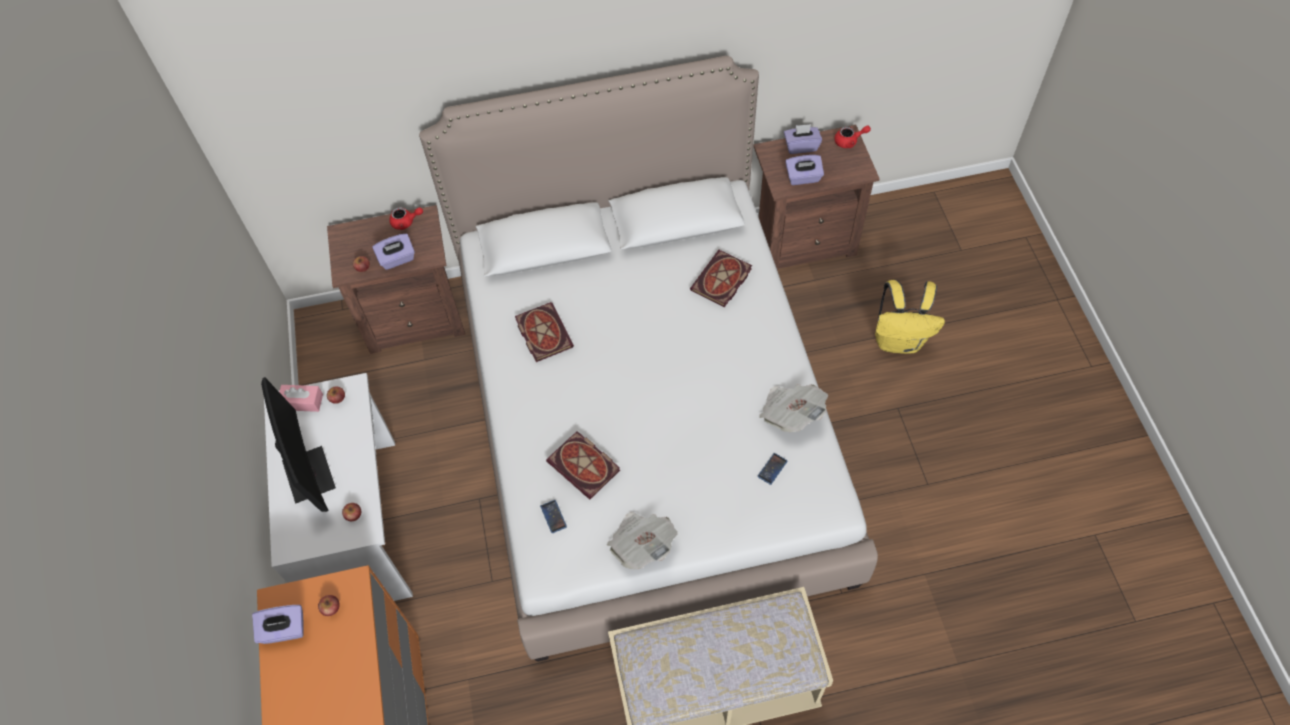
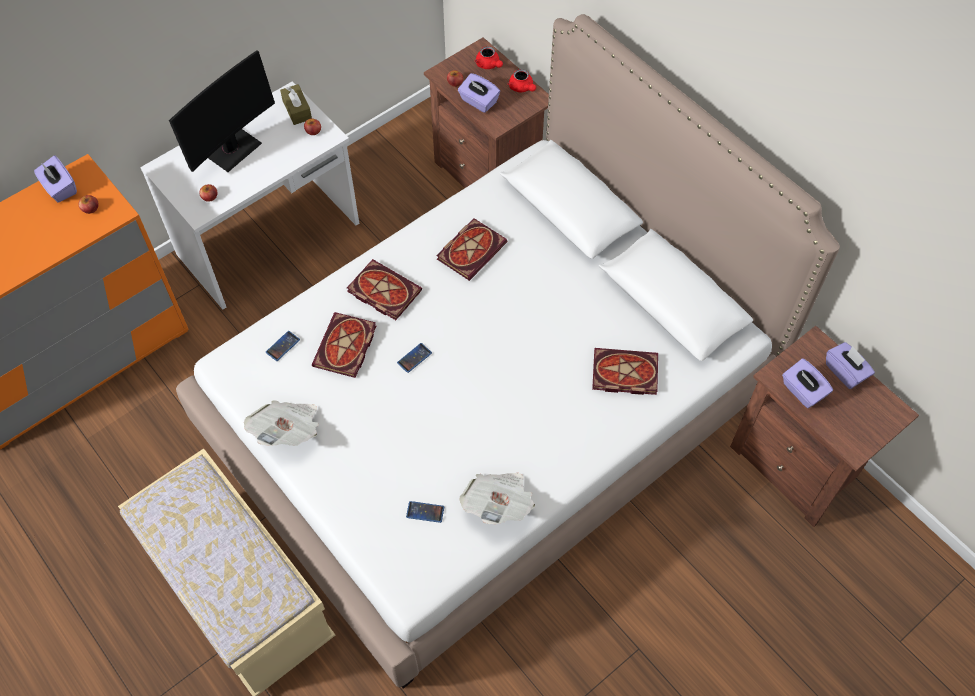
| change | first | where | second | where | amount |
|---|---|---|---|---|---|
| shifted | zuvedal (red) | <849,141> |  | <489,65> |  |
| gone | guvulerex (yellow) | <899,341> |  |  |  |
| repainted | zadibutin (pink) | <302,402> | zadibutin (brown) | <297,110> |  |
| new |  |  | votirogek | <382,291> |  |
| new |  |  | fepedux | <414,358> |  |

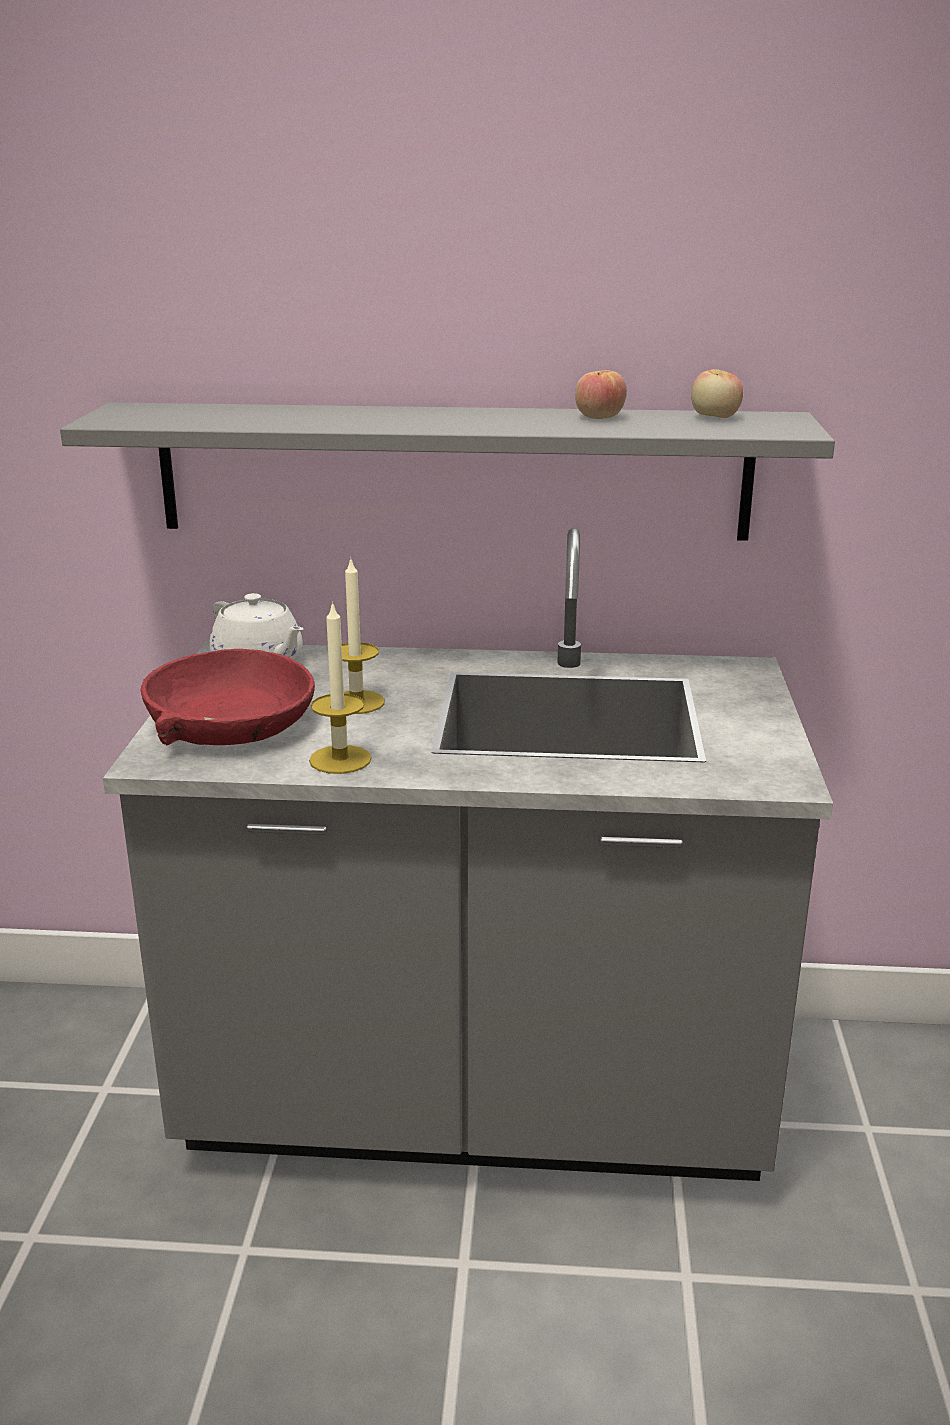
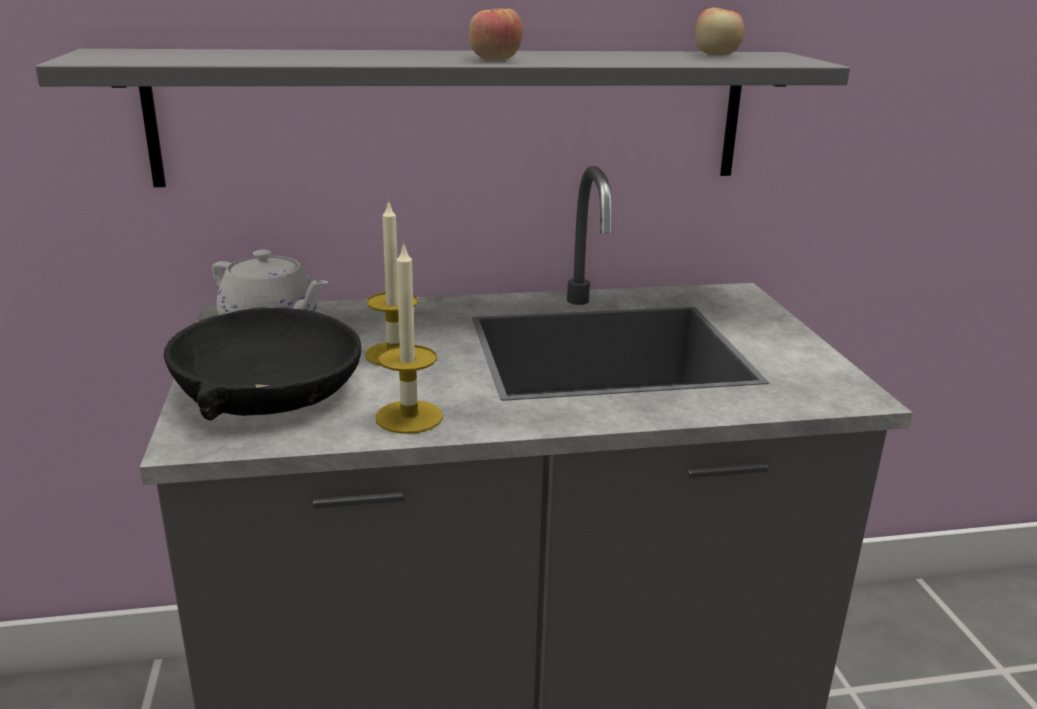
| change | first | where | second | where | amount |
|---|---|---|---|---|---|
| shifted | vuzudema | <599,417> |  | <494,59> |  |
| repainted | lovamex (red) | <231,723> | lovamex (black) | <269,388> |  |

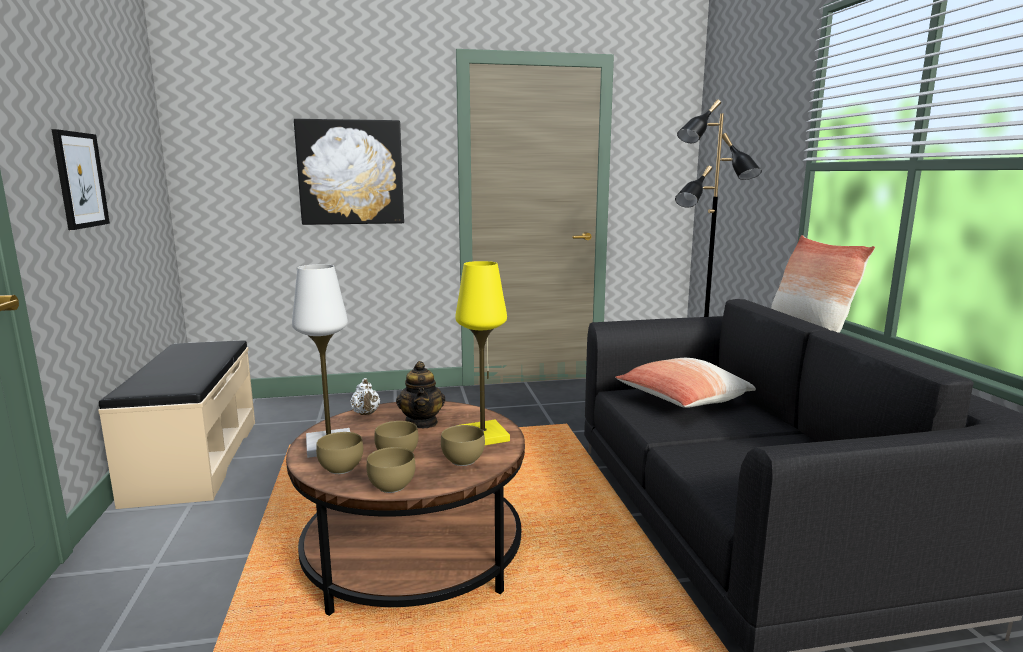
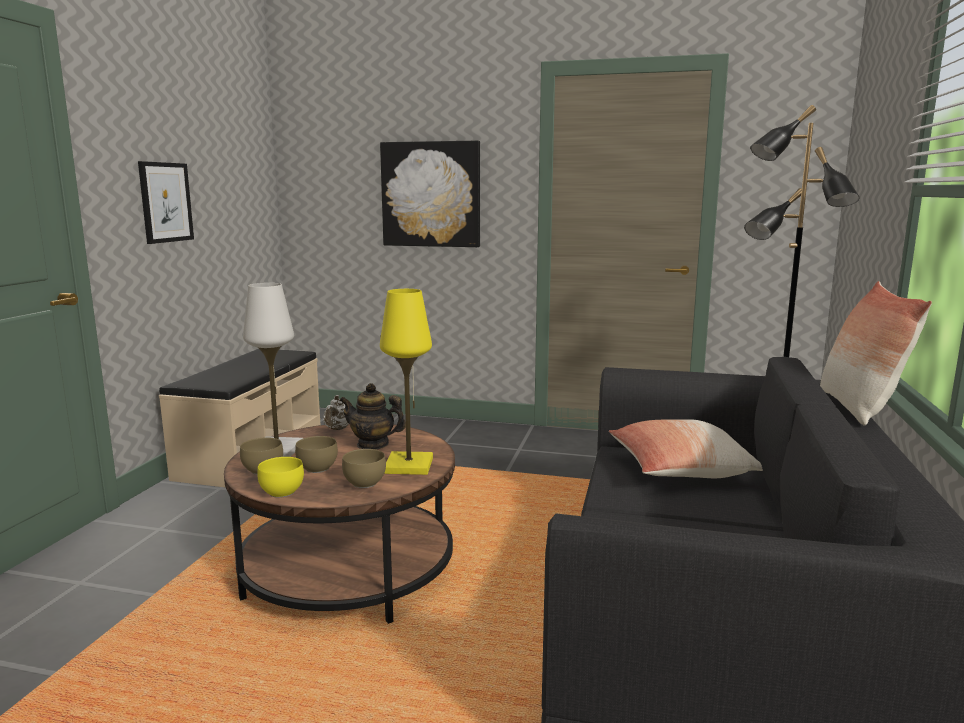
| change | first | where | second | where | amount |
|---|---|---|---|---|---|
| rotated | zuvedal | <422,422> |  | <373,444> | 90 degrees clockwise |
| repainted | lovamex (brown) | <393,487> | lovamex (yellow) | <282,493> |  |

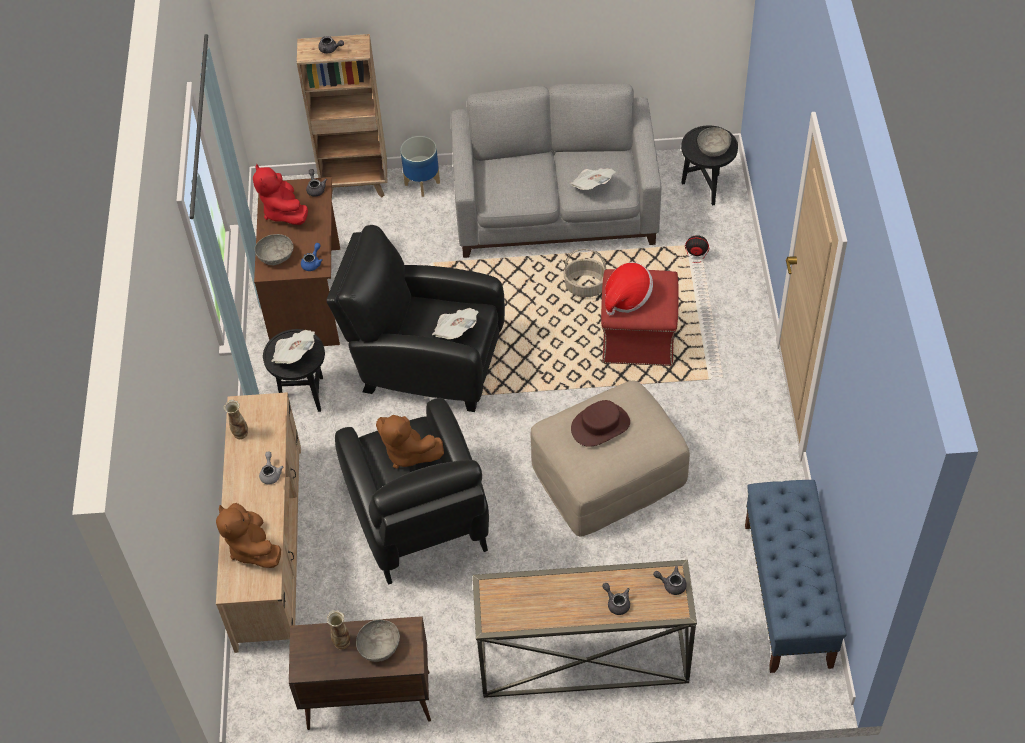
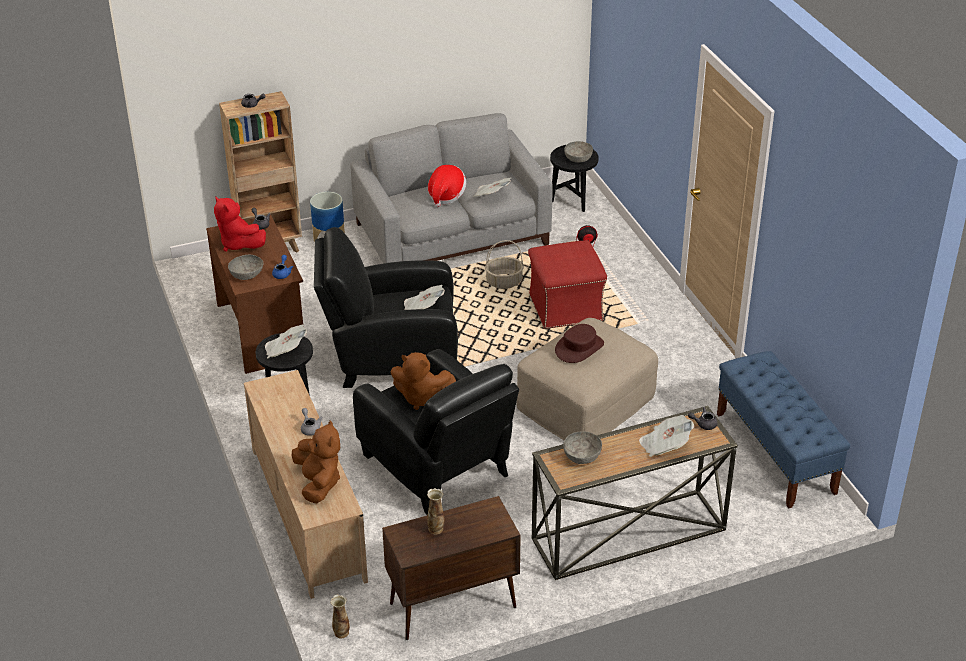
| change | first | where | second | where | amount |
|---|---|---|---|---|---|
| shifted | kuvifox | <627,298> |  | <446,195> |  |
| shifted | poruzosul | <240,433> |  | <341,633> |  |
| rotated | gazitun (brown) | <252,548> |  | <318,483> | 150 degrees counterclockwise |
| swapped | zuvedal (grey) | <616,603> | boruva | <664,446> |  |
| shifted | lovamex (grey) | <379,647> |  | <582,456> |  |

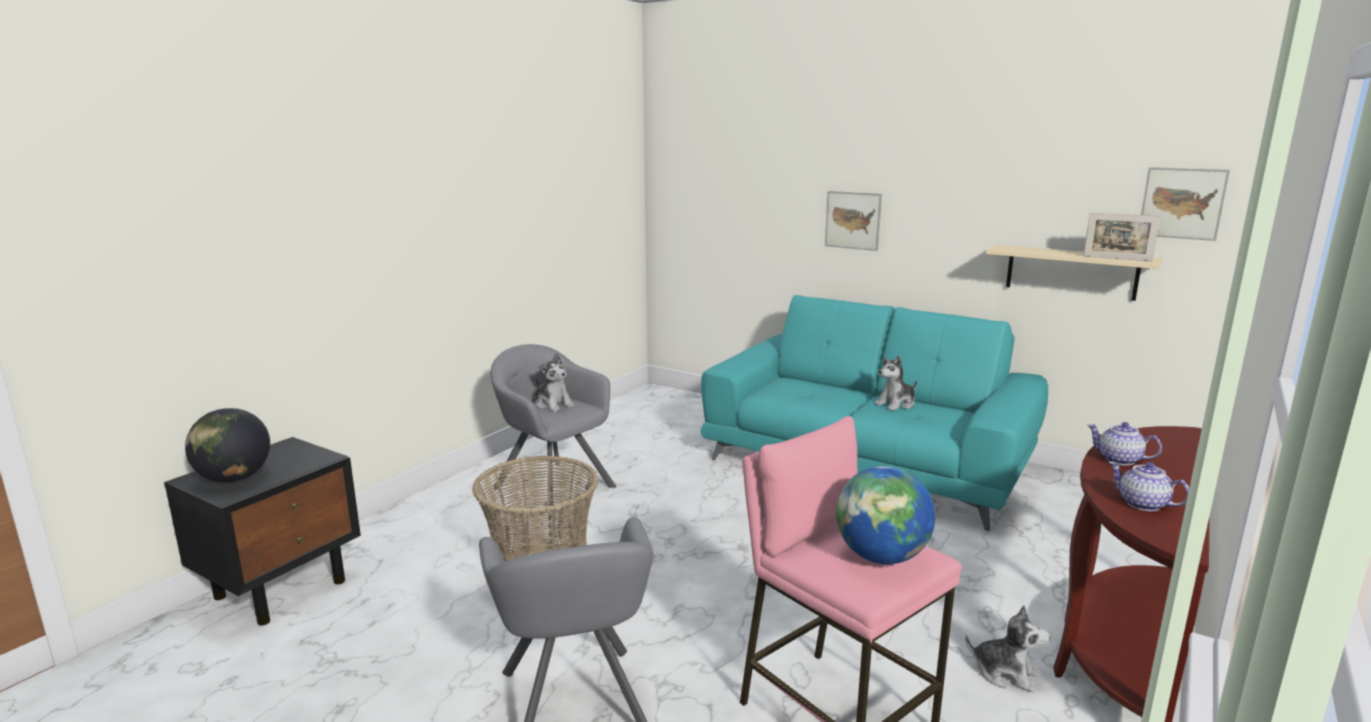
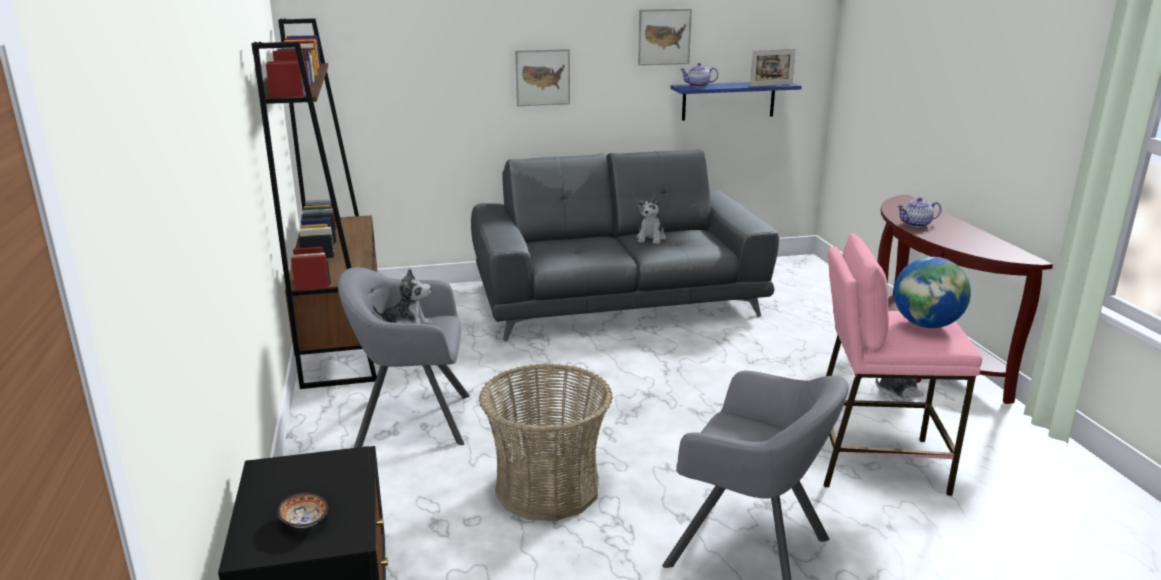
| change | first | where | second | where | amount |
|---|---|---|---|---|---|
| shifted | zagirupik | <1182,203> |  | <664,37> |  |
| repainted | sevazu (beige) | <1071,272> | sevazu (blue) | <728,100> |  |
| repainted | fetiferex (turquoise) | <867,463> | fetiferex (grey) | <617,299> |  |
| swapped | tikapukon | <234,478> | lovamex | <304,523> |  |
| shifted | zuvedal | <1142,504> |  | <698,86> |  |
| new |  |  | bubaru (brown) | <342,335> |  |

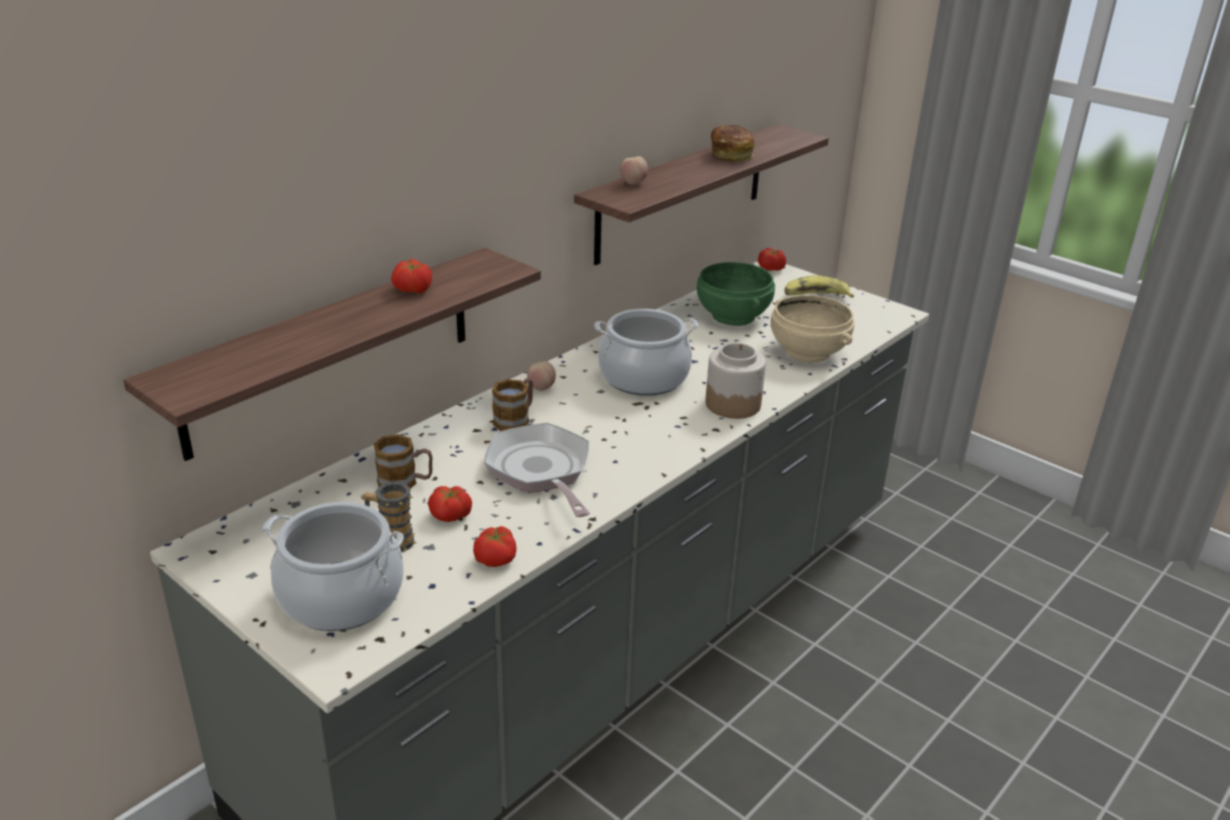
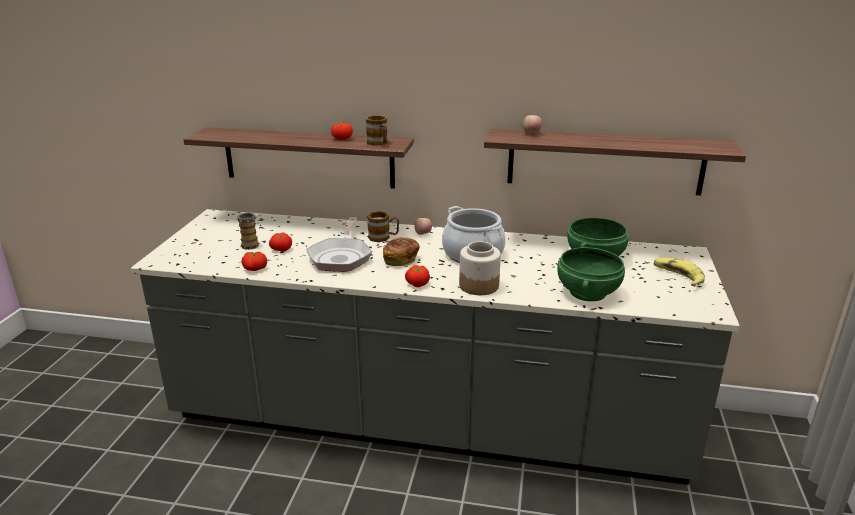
| change | first | where | second | where | amount |
|---|---|---|---|---|---|
| shifted | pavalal | <731,155> |  | <401,260> |  |
| shifted | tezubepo | <770,268> |  | <417,284> |  |
| repainted | lovamex (beige) | <807,352> | lovamex (green) | <586,292> |  |
| rotated | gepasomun | <541,472> |  | <341,257> | 150 degrees clockwise |
| shifted | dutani | <405,482> |  | <379,143> |  |
| gone | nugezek | <341,596> |  |  |  |

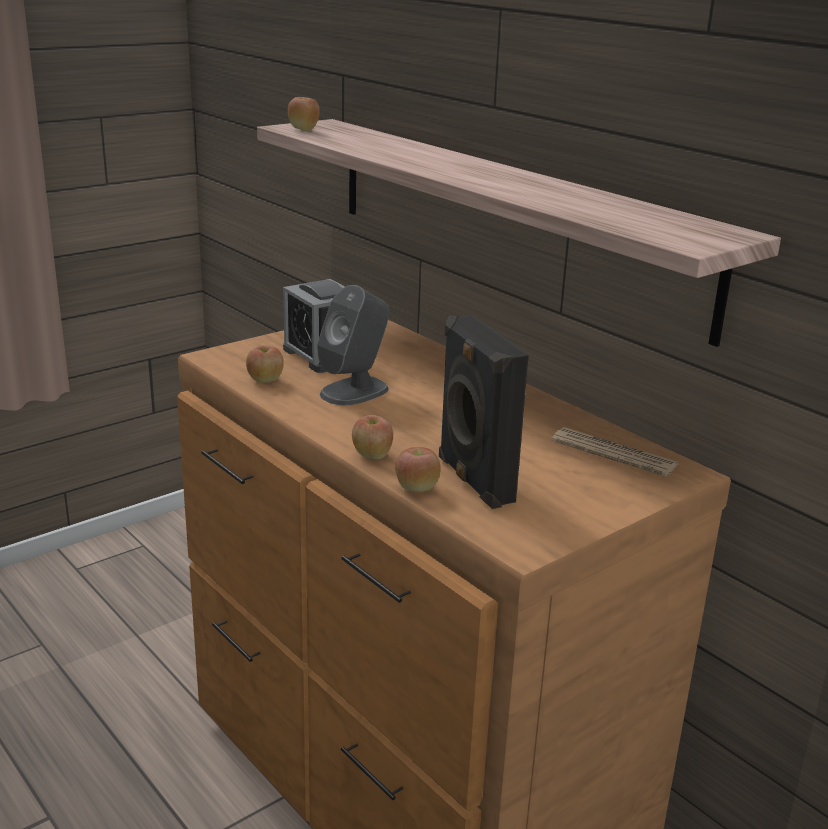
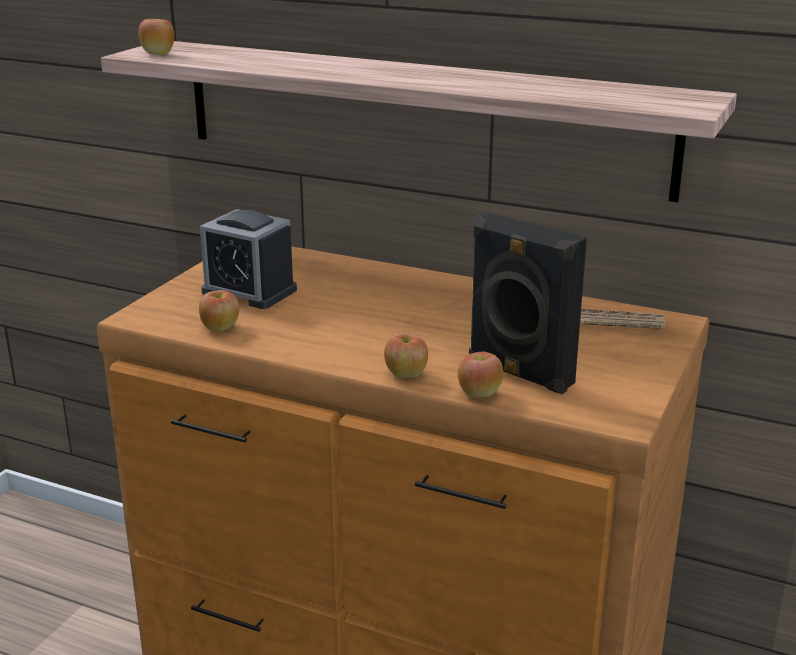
| change | first | where | second | where | amount |
|---|---|---|---|---|---|
| gone | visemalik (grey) | <355,391> |  |  |  |

